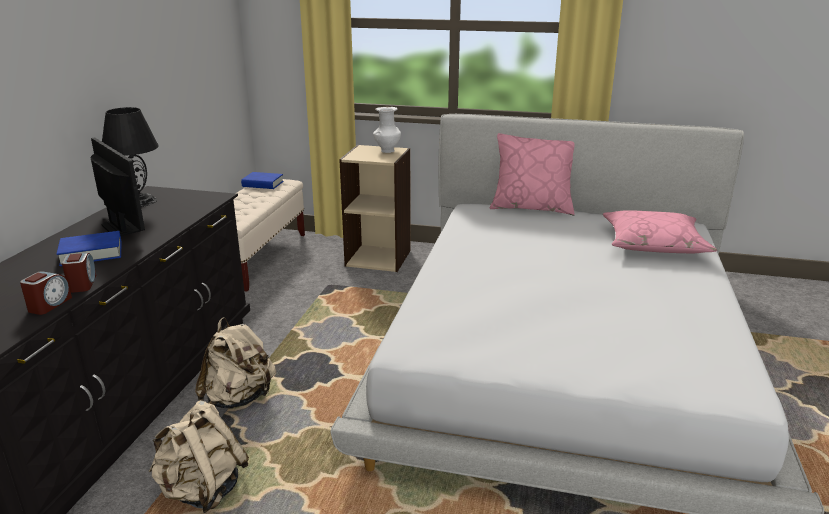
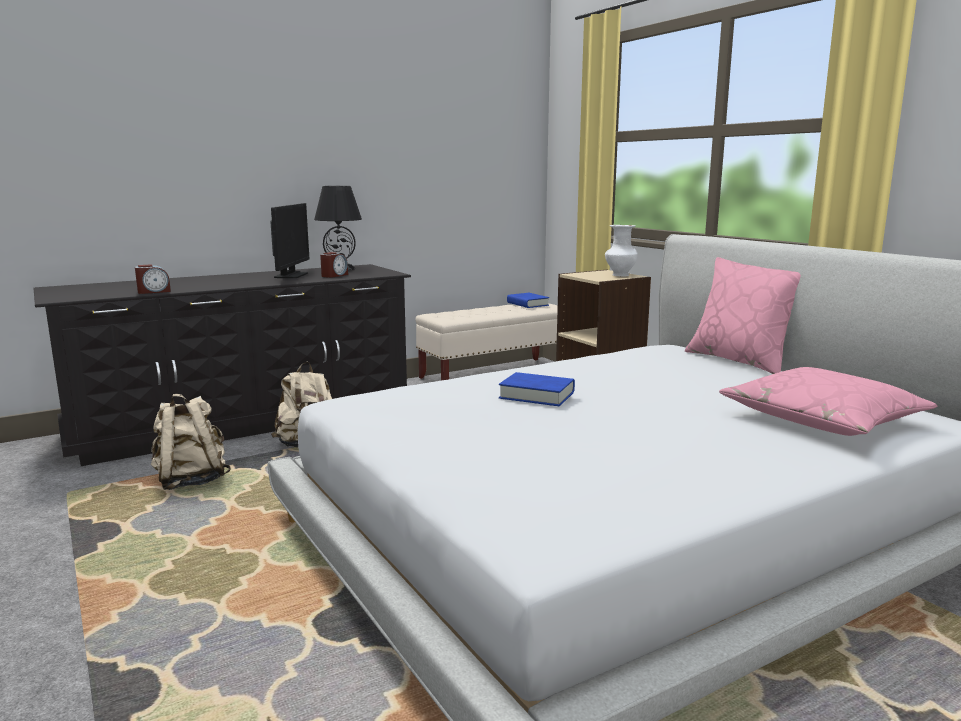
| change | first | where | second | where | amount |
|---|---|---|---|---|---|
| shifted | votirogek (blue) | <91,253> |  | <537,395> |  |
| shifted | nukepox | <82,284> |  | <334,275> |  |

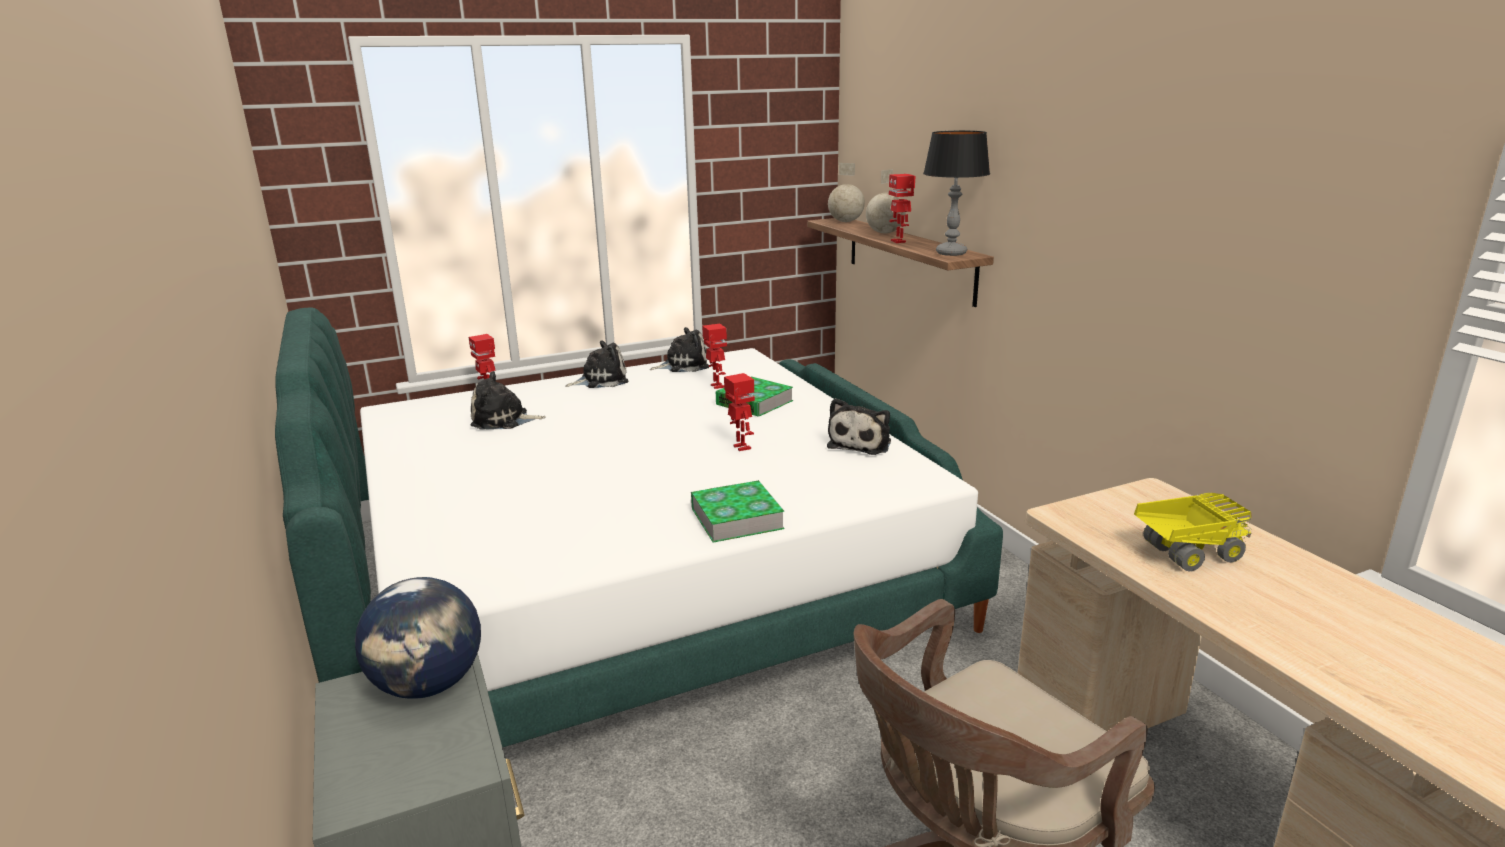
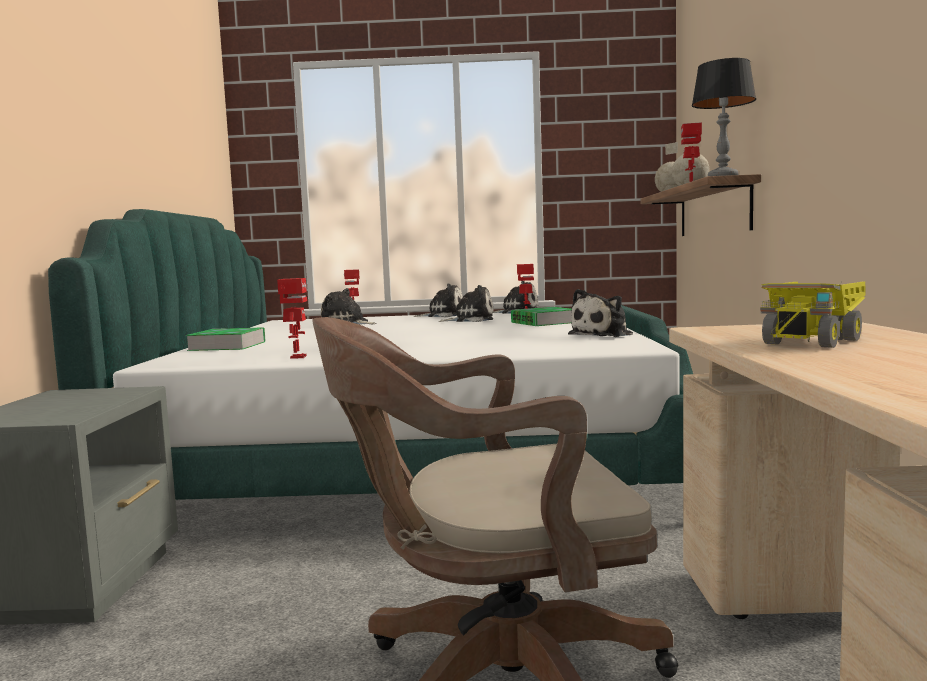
| change | first | where | second | where | amount |
|---|---|---|---|---|---|
| shifted | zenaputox | <741,447> |  | <297,357> |  |
| shifted | votirogek | <736,518> |  | <227,346> |  |
| rotated | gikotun | <1186,553> |  | <812,341> | 120 degrees clockwise |
| gone | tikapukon | <428,685> |  |  |  |
| new |  |  | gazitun | <471,320> |  |

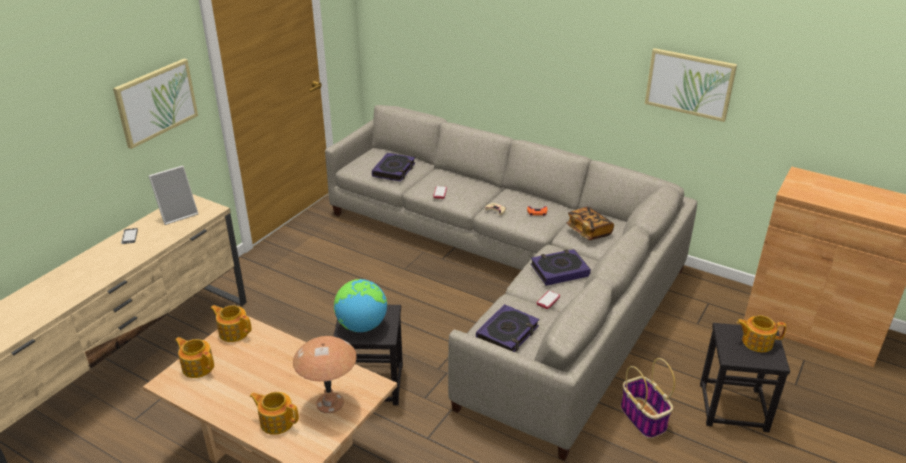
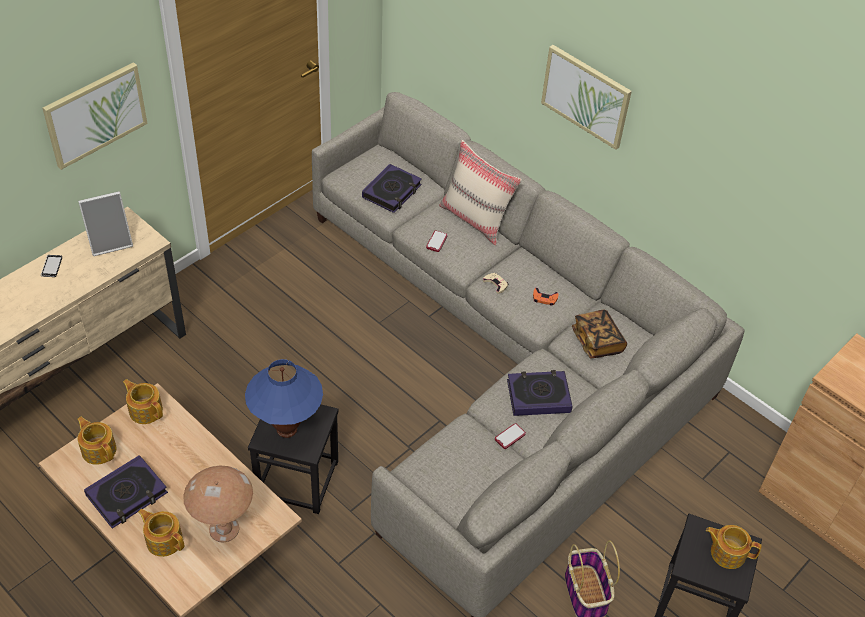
| change | first | where | second | where | amount |
|---|---|---|---|---|---|
| shifted | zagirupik | <689,84> |  | <586,96> |  |
| swapped | tikapukon | <362,326> | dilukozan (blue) | <286,430> |  |
| shifted | votirogek | <507,333> |  | <127,495> |  |
| new |  |  | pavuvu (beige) | <476,219> |  |

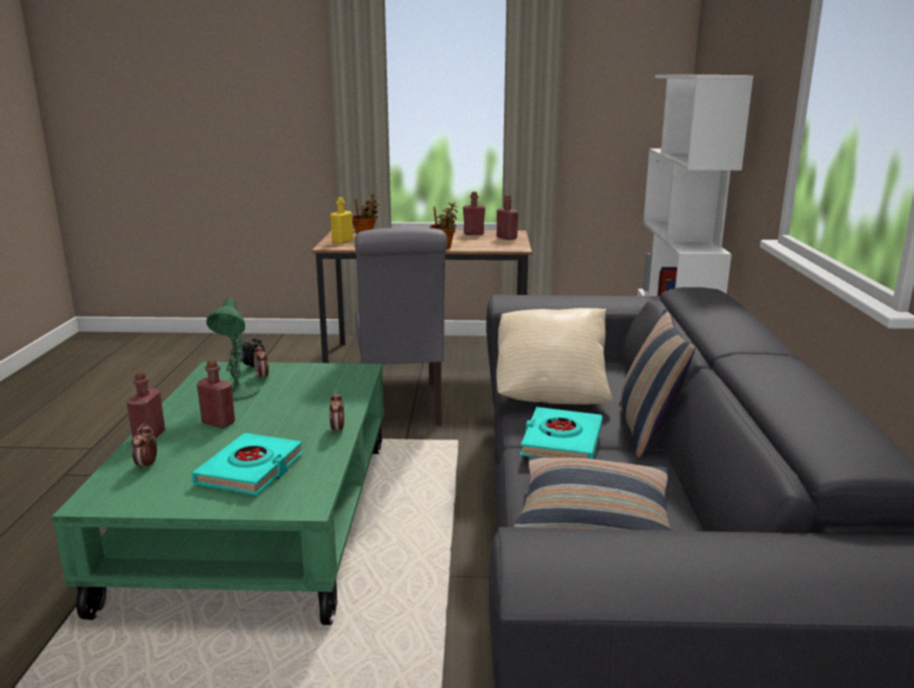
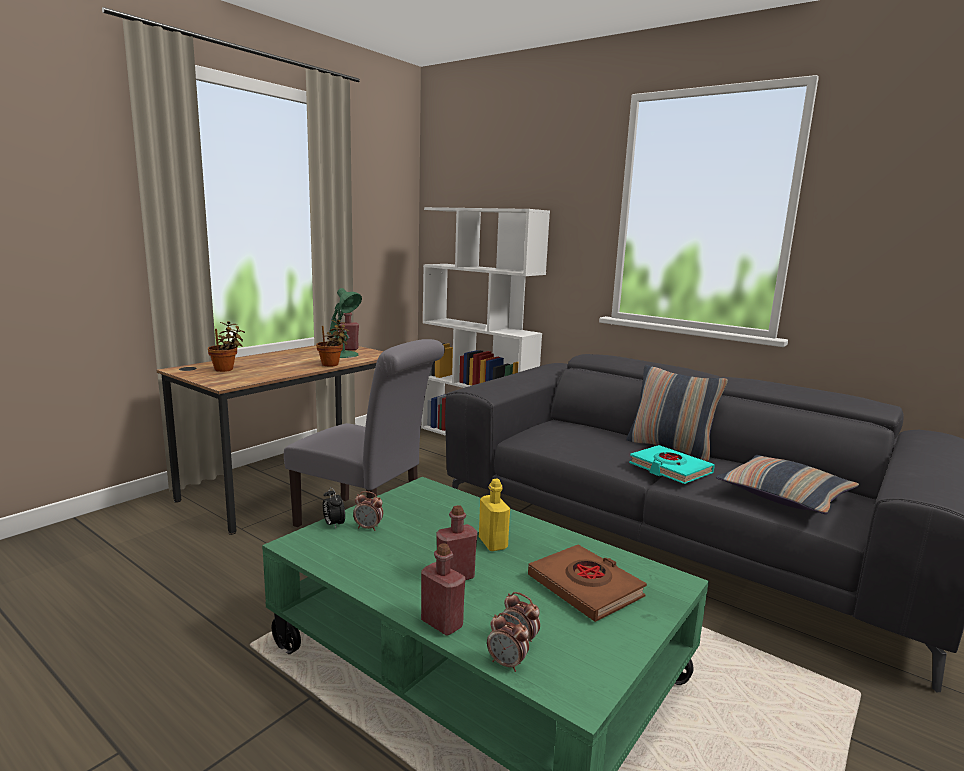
| change | first | where | second | where | amount |
|---|---|---|---|---|---|
| gone | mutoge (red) | <473,233> |  |  |  |
| shifted | mutoge (yellow) | <342,241> |  | <493,543> |  |
| shifted | dilukozan (green) | <236,393> |  | <344,355> |  |
| gone | pavuvu (beige) | <551,391> |  |  |  |
| shifted | nukepox | <337,430> |  | <507,664> |  |
| repainted | votirogek (turquoise) | <251,470> | votirogek (brown) | <585,587> |  |

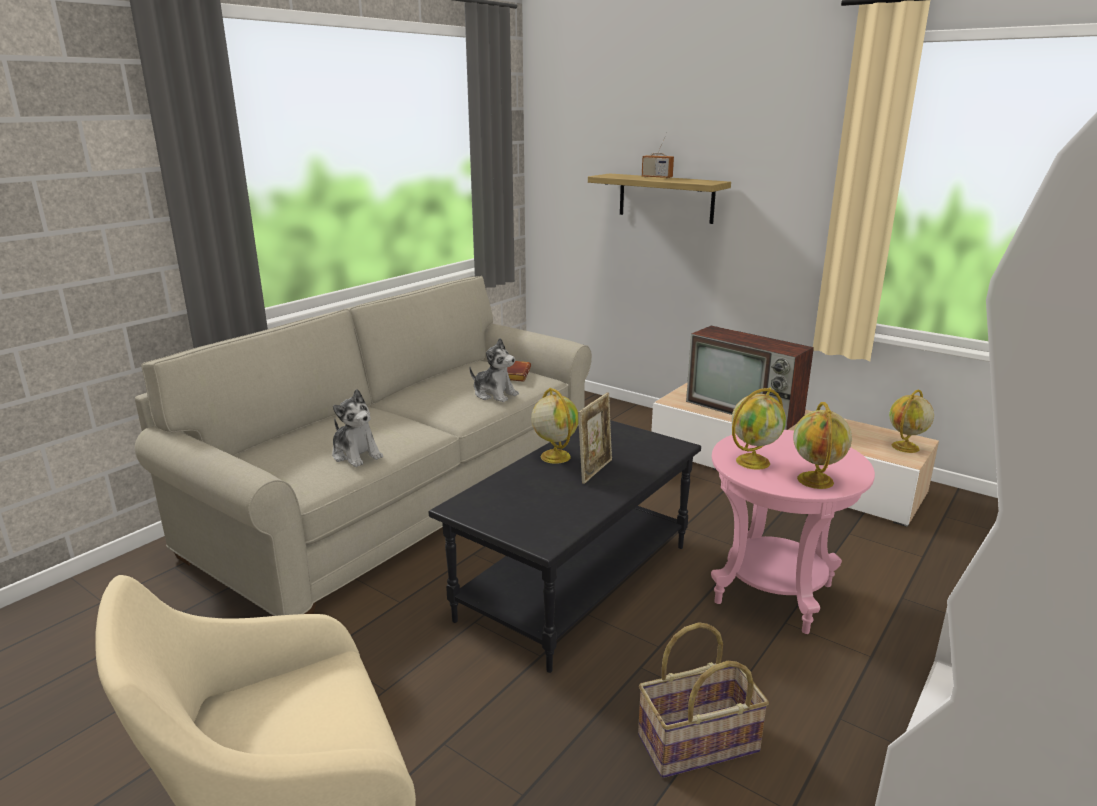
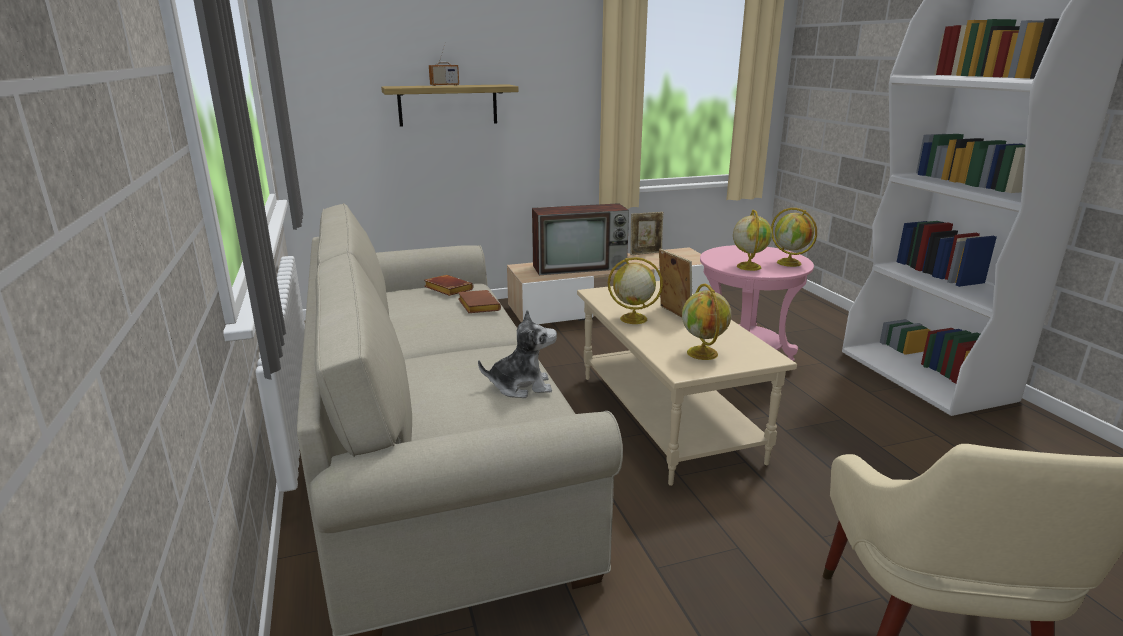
| change | first | where | second | where | amount |
|---|---|---|---|---|---|
| swapped | gazitun | <494,394> | votirogek (brown) | <477,306> |  |
| shifted | tikapukon | <905,447> |  | <703,354> |  |
| repainted | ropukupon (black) | <574,580> | ropukupon (beige) | <664,417> |  |
| gone | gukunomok | <698,745> |  |  |  |
| new |  |  | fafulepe | <645,253> |  |

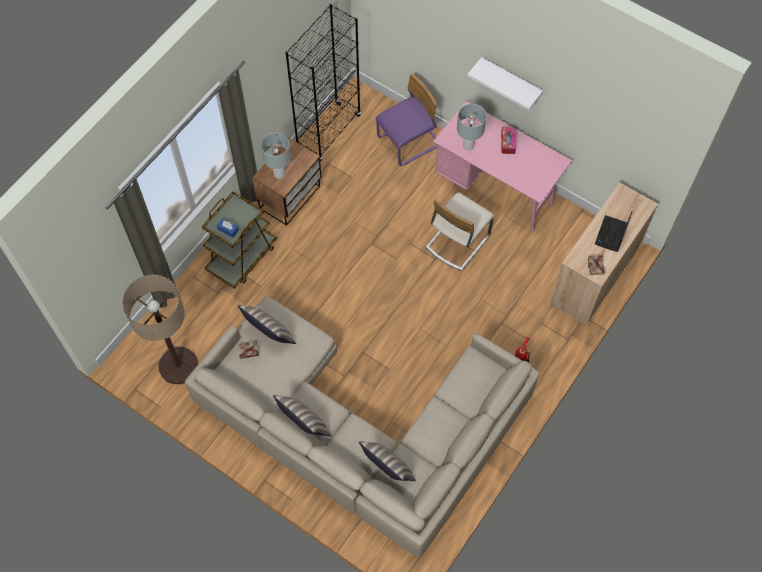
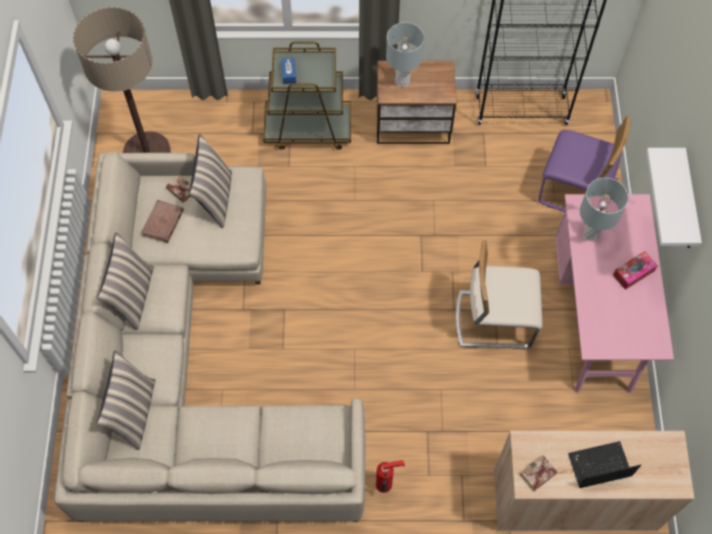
| change | first | where | second | where | amount |
|---|---|---|---|---|---|
| new |  |  | votirogek (brown) | <163,223> |  |

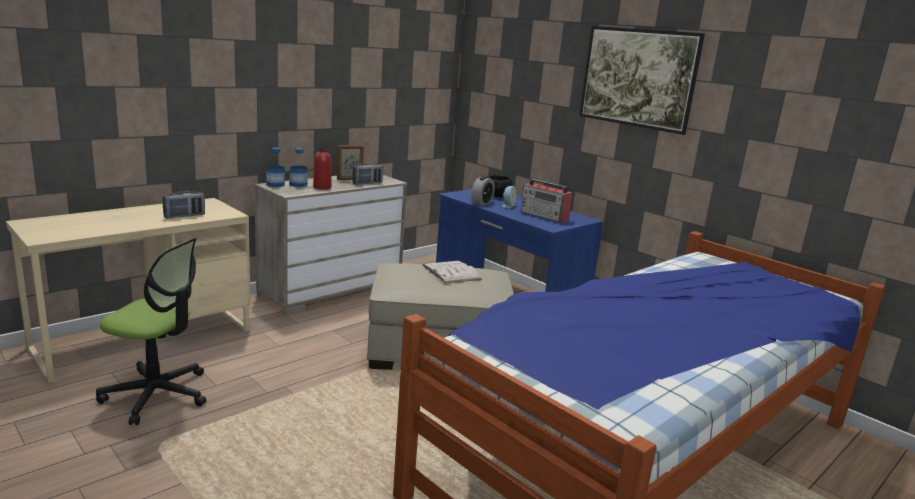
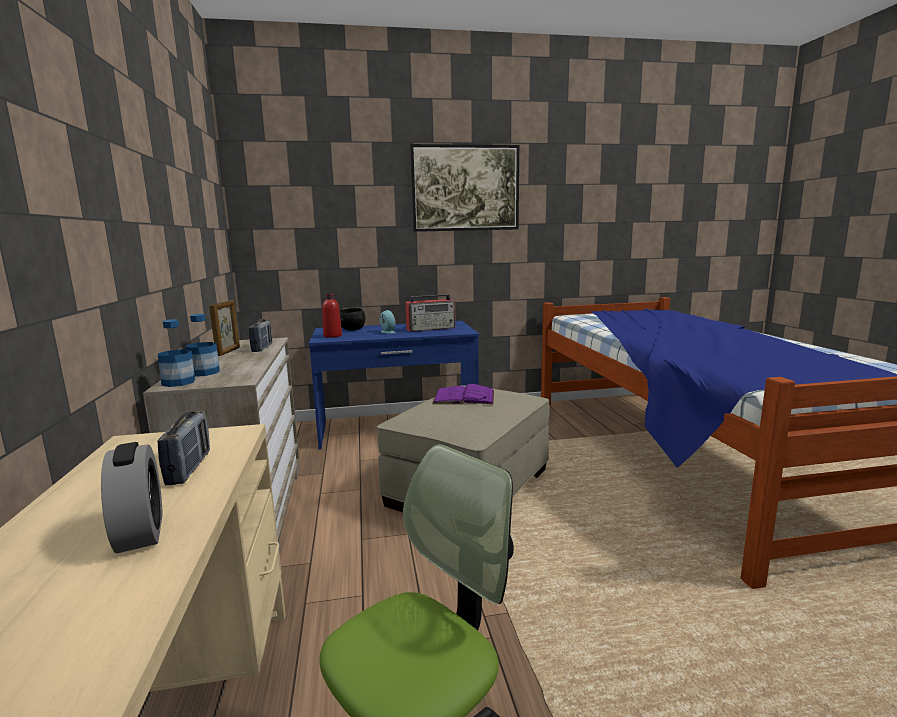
| change | first | where | second | where | amount |
|---|---|---|---|---|---|
| shifted | mutoge (red) | <322,187> |  | <332,336> |  |
| shifted | nukepox | <482,203> |  | <140,532> |  |
| repainted | votirogek (white) | <451,272> | votirogek (purple) | <464,397> |  |

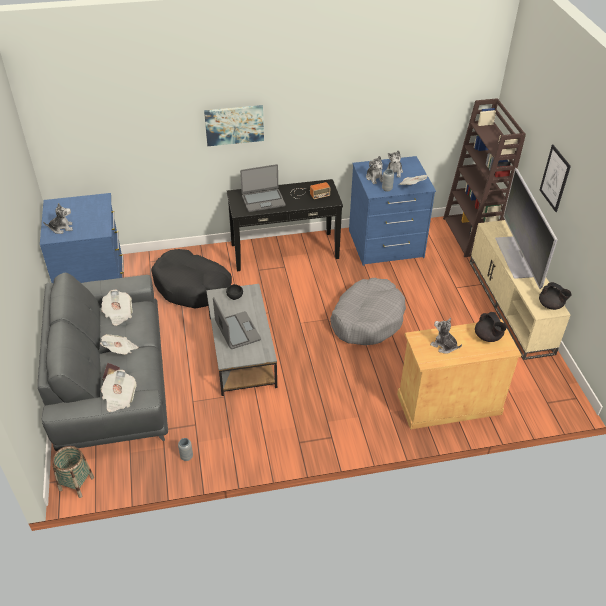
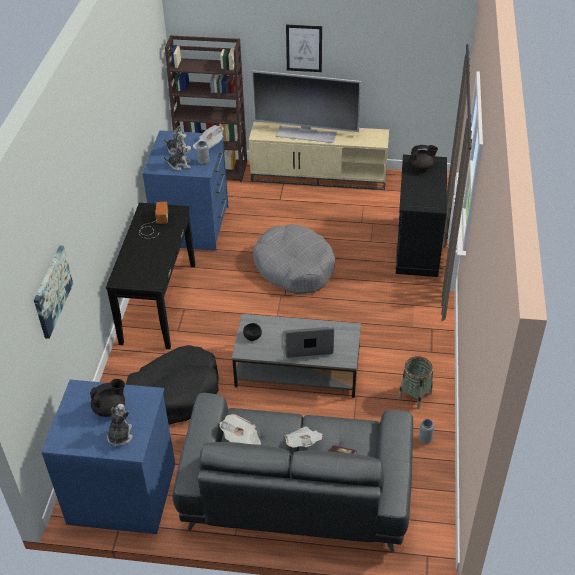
| change | first | where | second | where | amount |
|---|---|---|---|---|---|
| shifted | zagirupik | <234,125> |  | <52,291> |  |
| gone | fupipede | <263,200> |  |  |  |
| shifted | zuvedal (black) | <551,305> |  | <110,408> |  |
| gone | gazitun | <444,346> |  |  |  |
| repainted | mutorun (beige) | <448,403> | mutorun (black) | <417,246> |  |
| gone | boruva | <119,397> |  |  |  |
| shifted | gukunomok | <76,483> |  | <415,395> |  |

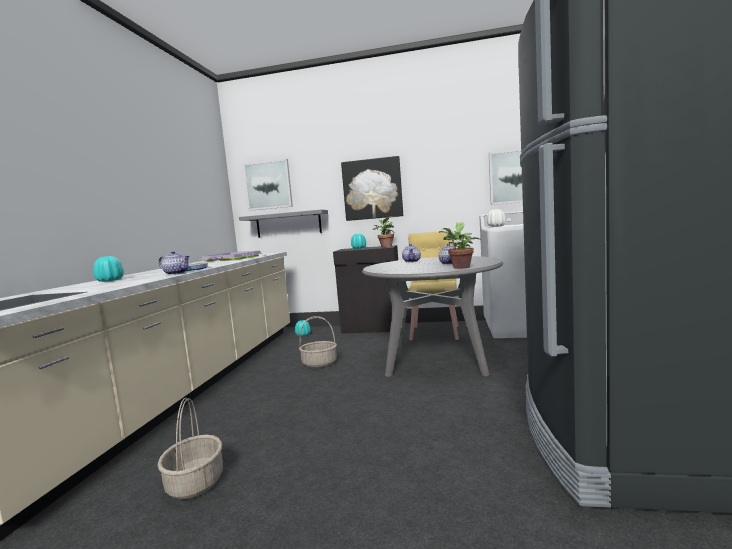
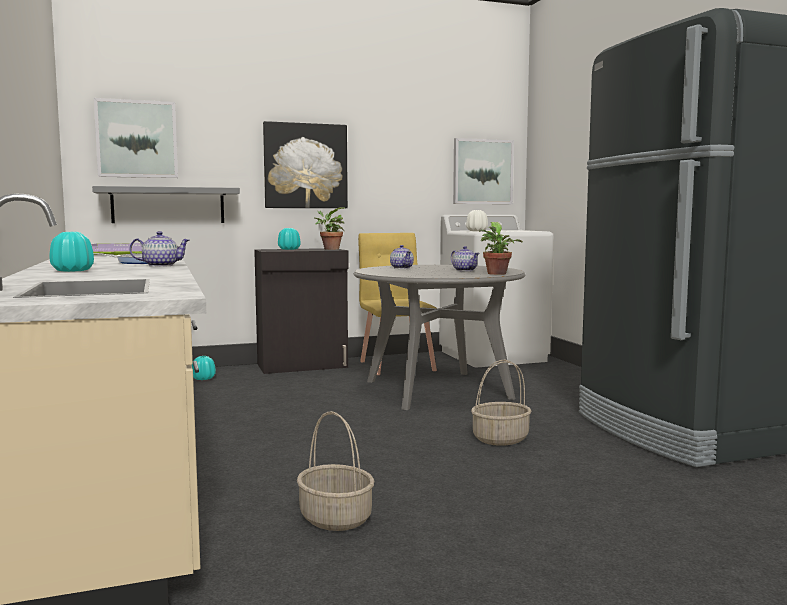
| change | first | where | second | where | amount |
|---|---|---|---|---|---|
| shifted | gukunomok | <320,363> |  | <500,439> |  |

